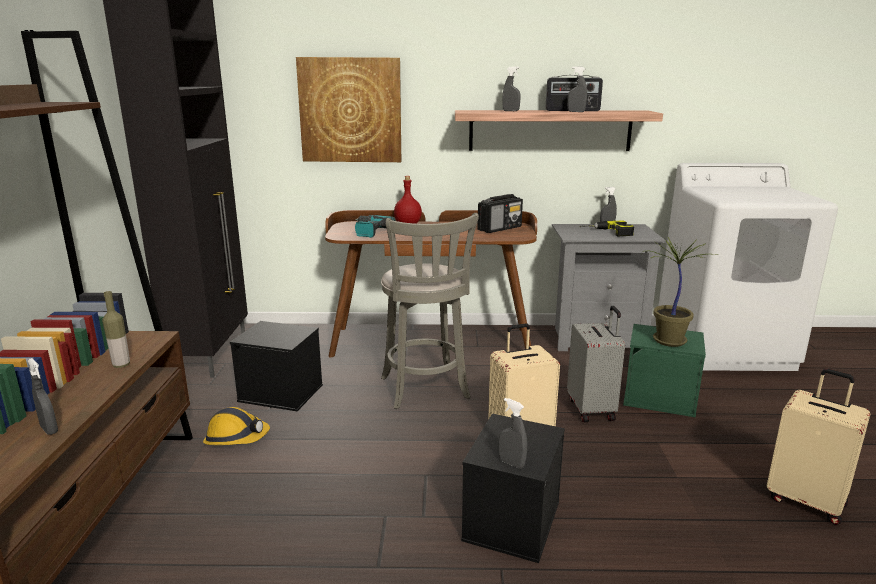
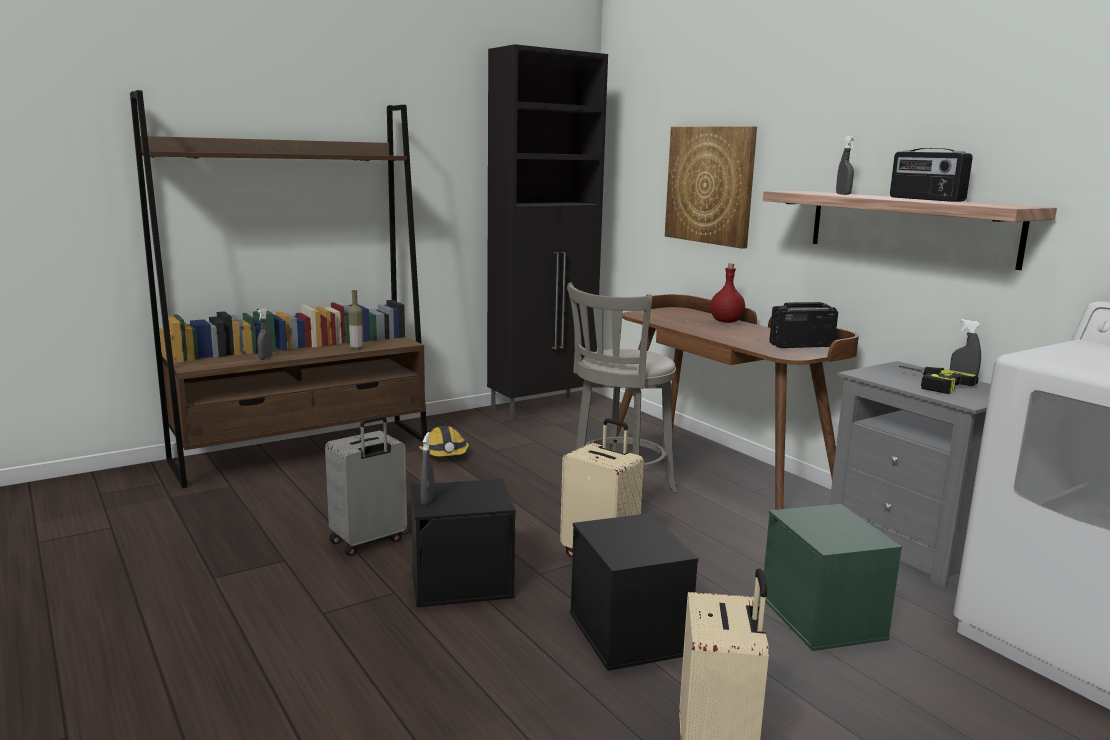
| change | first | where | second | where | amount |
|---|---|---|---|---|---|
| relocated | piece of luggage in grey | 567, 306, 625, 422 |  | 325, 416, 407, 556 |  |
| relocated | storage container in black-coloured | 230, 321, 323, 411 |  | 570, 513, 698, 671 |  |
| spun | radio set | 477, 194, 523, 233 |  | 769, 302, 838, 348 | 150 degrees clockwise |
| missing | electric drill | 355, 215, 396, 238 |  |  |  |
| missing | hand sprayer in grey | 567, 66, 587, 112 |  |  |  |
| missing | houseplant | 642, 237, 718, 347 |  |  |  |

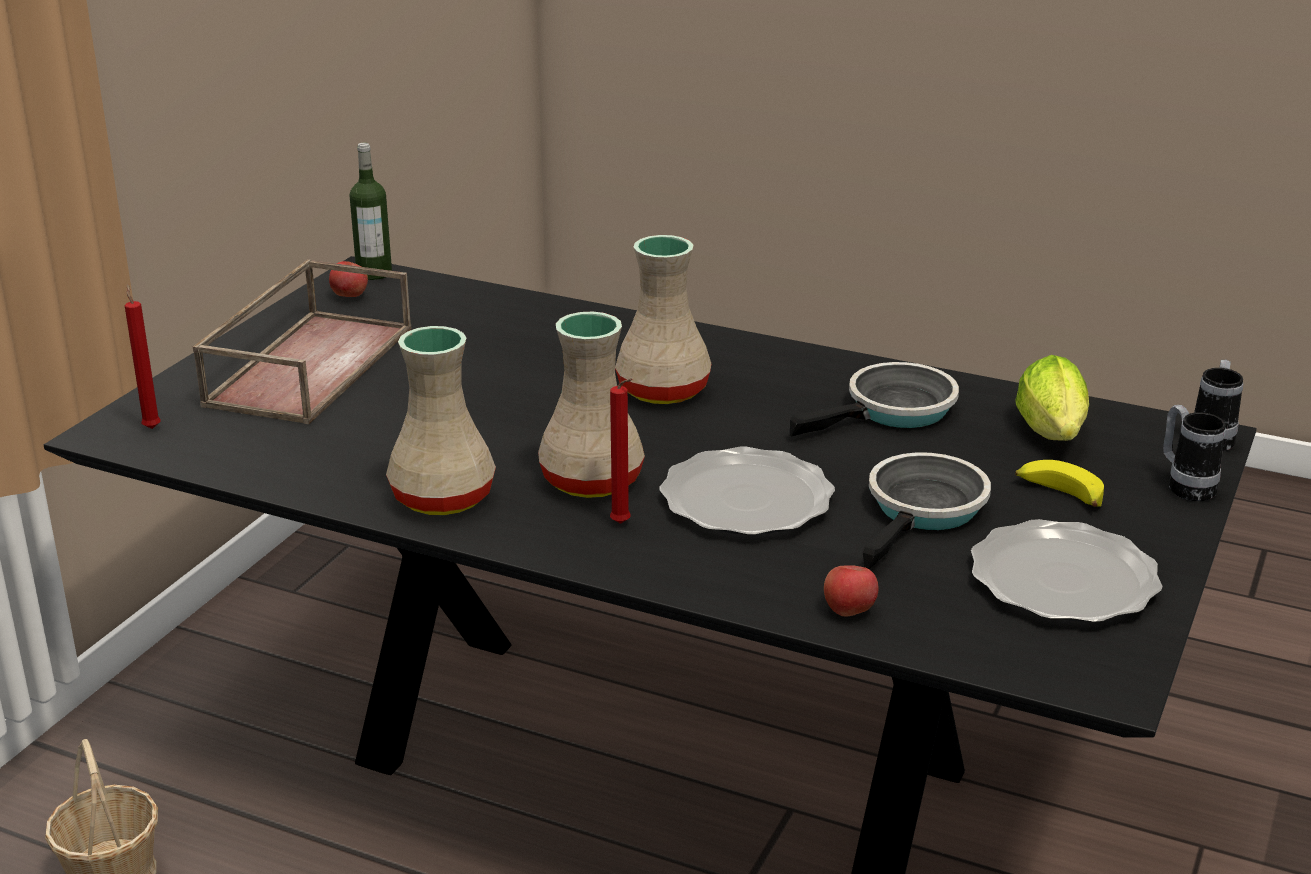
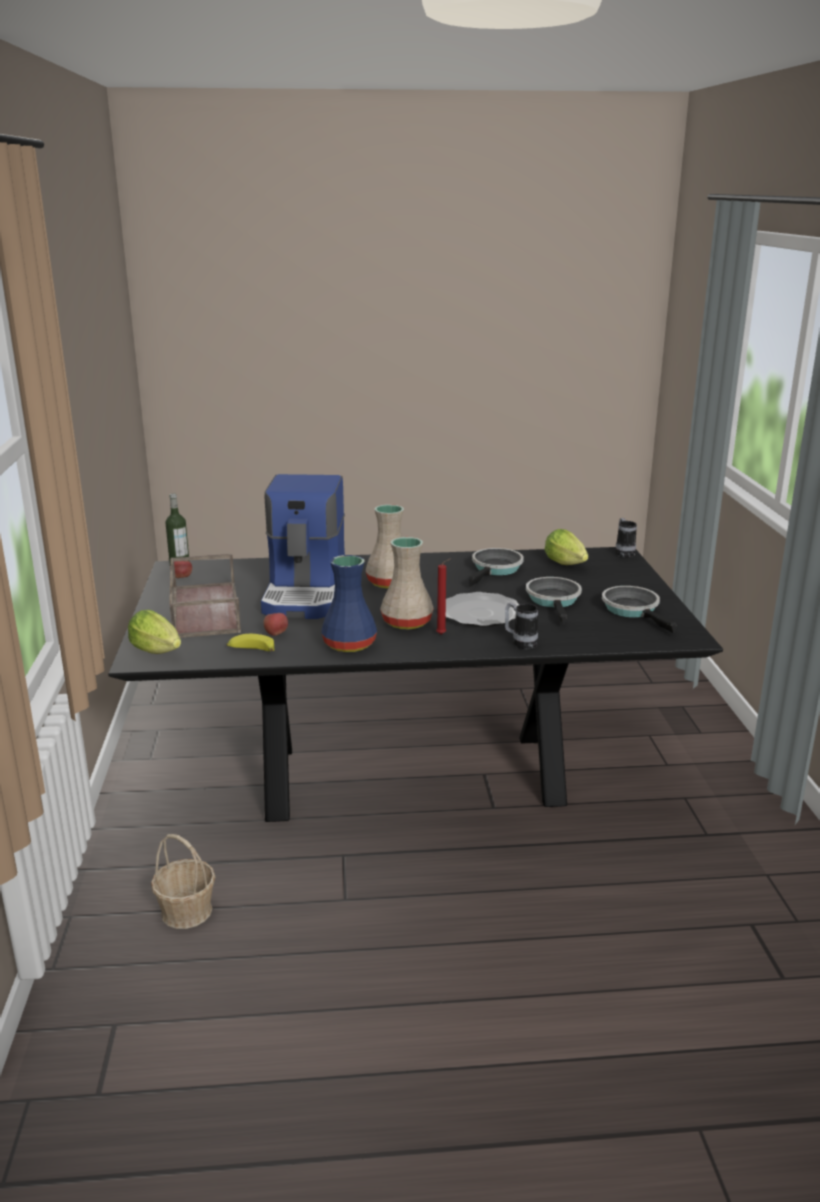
| change | first | where | second | where | amount |
|---|---|---|---|---|---|
| exchanged | wax light in reddish | 125, 284, 161, 429 | head of lettuce | 128, 610, 181, 654 |  |
| relocated | banana fruit | 1015, 460, 1104, 507 |  | 226, 634, 274, 651 |  |
| appeared |  |  | coffee brewer | 261, 474, 345, 619 |  |
| relocated | apple | 824, 565, 878, 617 |  | 263, 613, 288, 636 |  |
| colour | vase in beige | 386, 326, 496, 515 | vase in blue-coloured | 322, 555, 377, 652 |  |
| relocated | coffee mug | 1163, 405, 1226, 501 |  | 505, 602, 538, 649 |  |
| exchanged | plate | 971, 519, 1163, 622 | pan | 602, 586, 676, 633 |  |

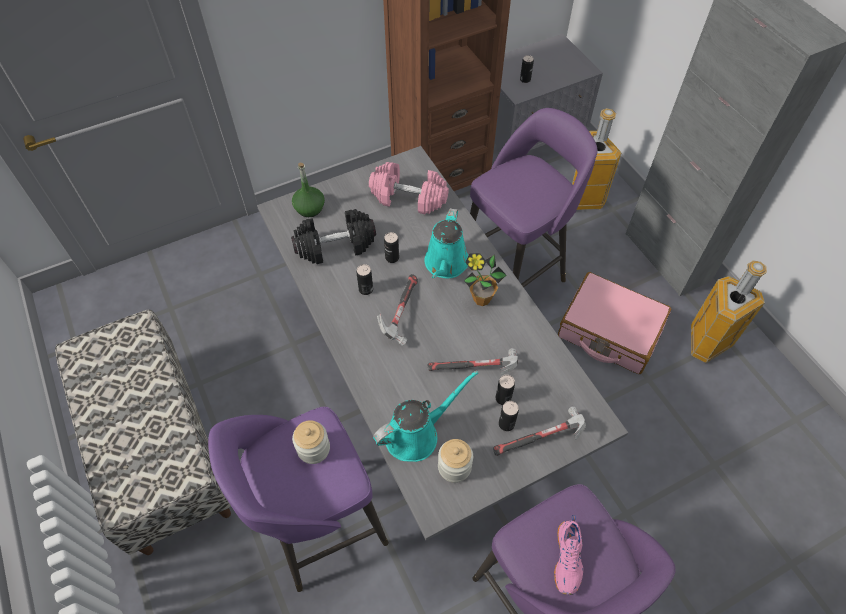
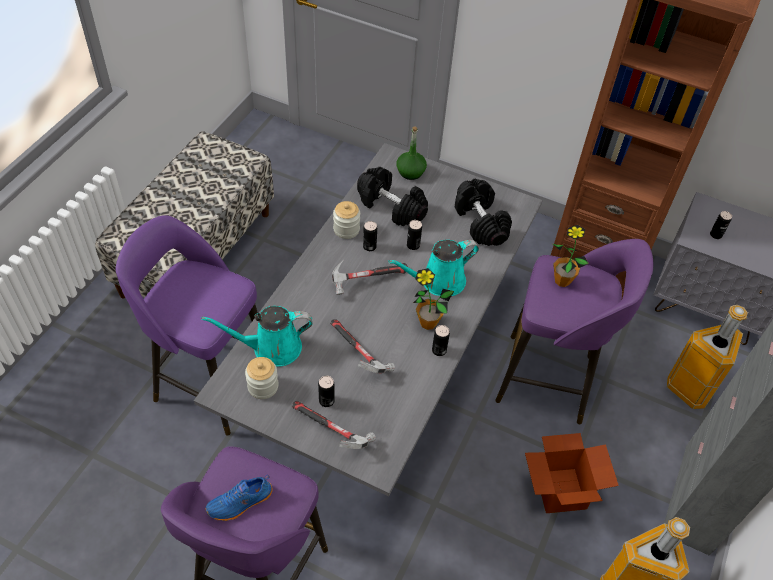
| change | first | where | second | where | amount |
|---|---|---|---|---|---|
| spun | watering pot in turquoise | 373, 370, 478, 462 |  | 201, 306, 312, 367 | 150 degrees clockwise |
| colour | shoe in pink | 554, 515, 583, 595 | shoe in blue-coloured | 205, 475, 273, 521 |  |
| relocated | storage jar | 292, 420, 330, 464 |  | 333, 201, 360, 239 |  |
| relocated | metal can | 496, 375, 515, 405 |  | 432, 325, 450, 356 |  |
| colour | hand weight in pink | 369, 162, 449, 214 | hand weight in black-coloured | 455, 179, 512, 246 |  |
| exchanged | piece of luggage in pink | 558, 272, 671, 374 | cardboard box | 525, 433, 619, 513 |  |
| appeared |  |  | houseplant | 553, 225, 589, 287 |  |

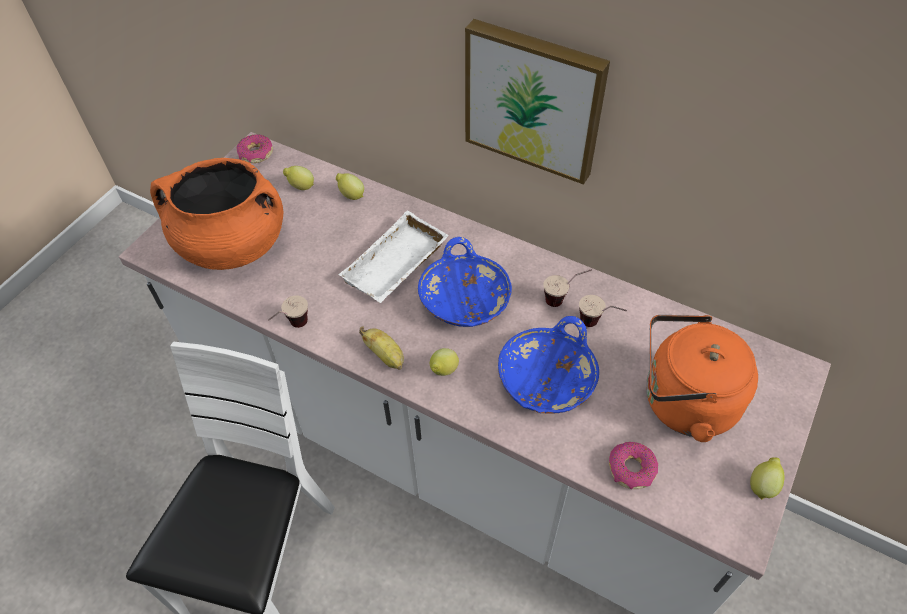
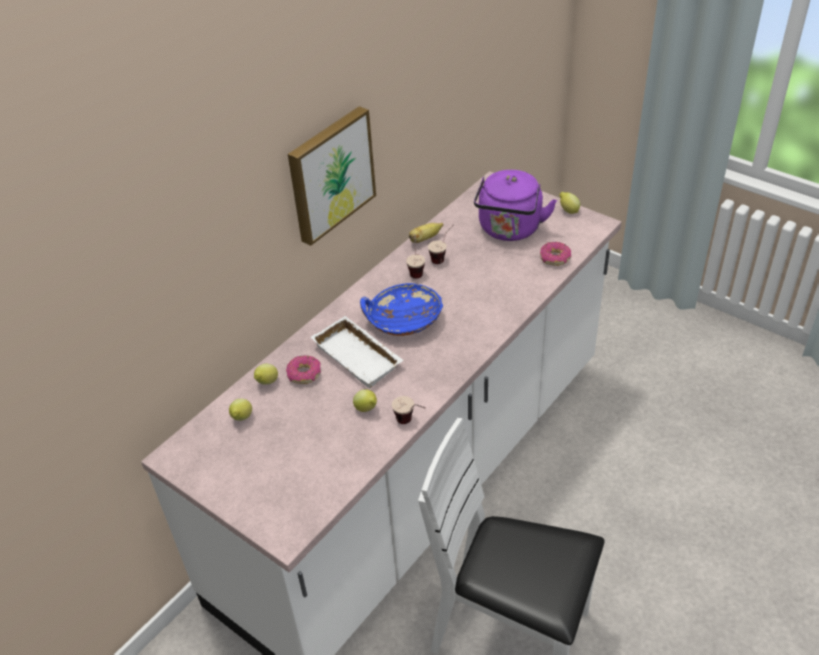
| change | first | where | second | where | amount |
|---|---|---|---|---|---|
| relocated | ring doughnut | 237, 134, 273, 163 |  | 286, 355, 321, 384 |  |
| relocated | lemon | 430, 348, 459, 376 |  | 353, 389, 377, 412 |  |
| relocated | banana fruit | 359, 326, 404, 370 |  | 409, 223, 443, 243 |  |
| colour | kettle in orangey | 646, 315, 758, 442 | kettle in purple | 474, 170, 557, 241 |  |
| missing | saucepot in orangey | 150, 158, 283, 270 |  |  |  |
| missing | serving bowl in blue-coloured | 498, 316, 599, 414 |  |  |  |

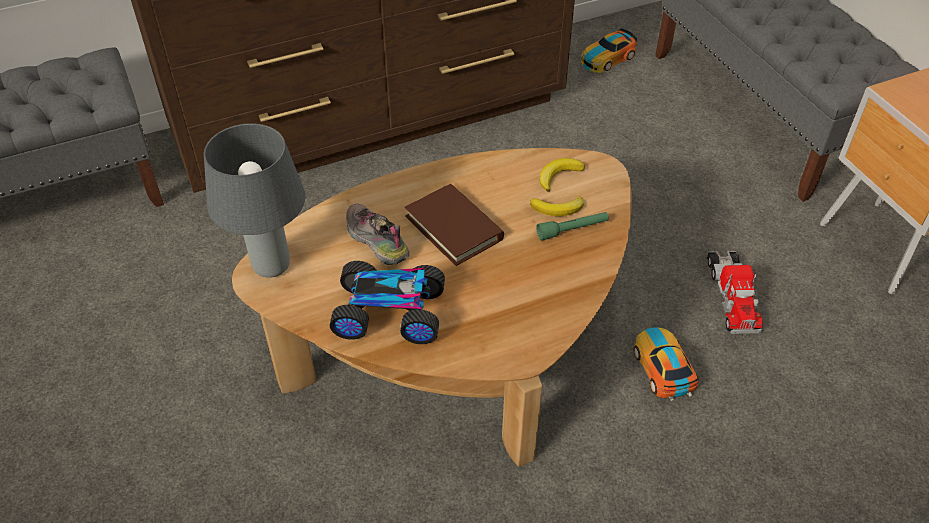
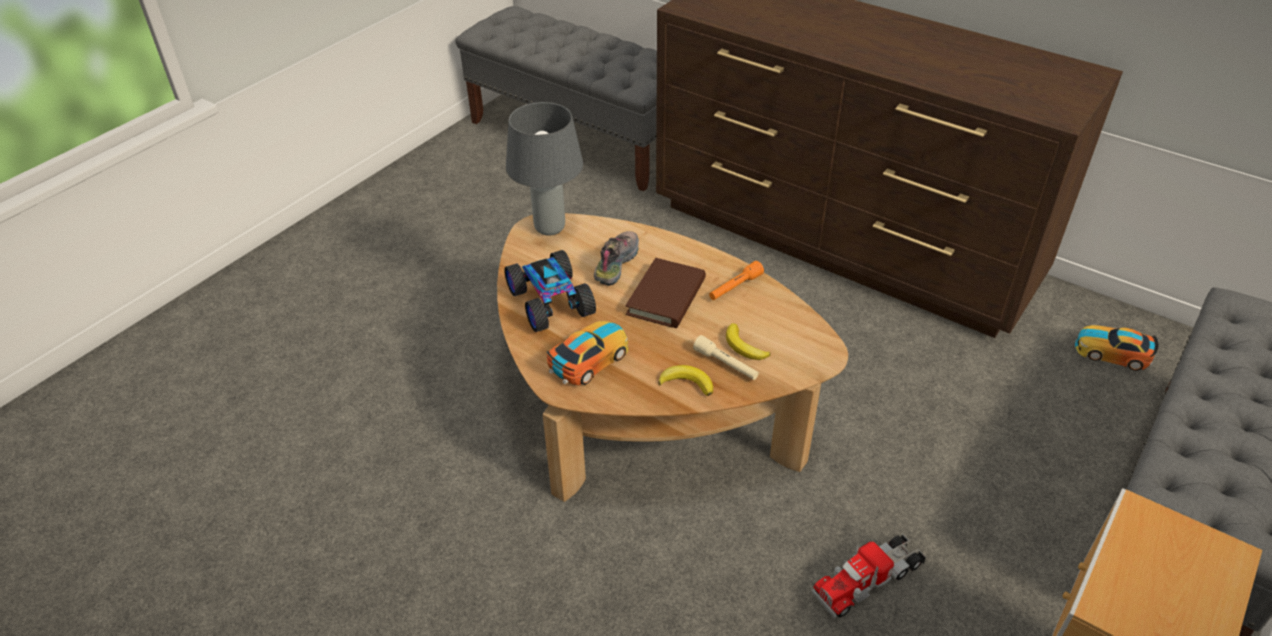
| change | first | where | second | where | amount |
|---|---|---|---|---|---|
| relocated | model car | 633, 327, 698, 401 |  | 547, 321, 629, 386 |  |
| relocated | banana fruit | 539, 158, 585, 192 |  | 658, 365, 713, 396 |  |
| colour | torch in green | 536, 212, 608, 241 | torch in beige | 693, 335, 759, 380 |  |
| appeared |  |  | torch in orangey | 709, 261, 764, 300 |  |

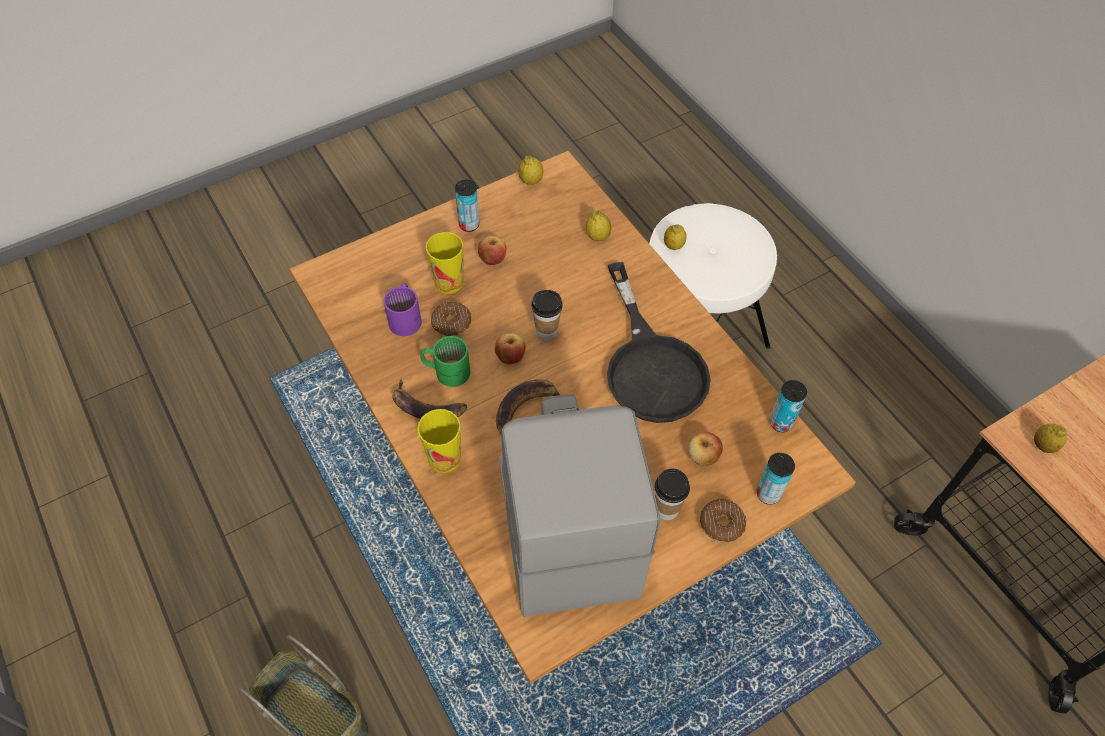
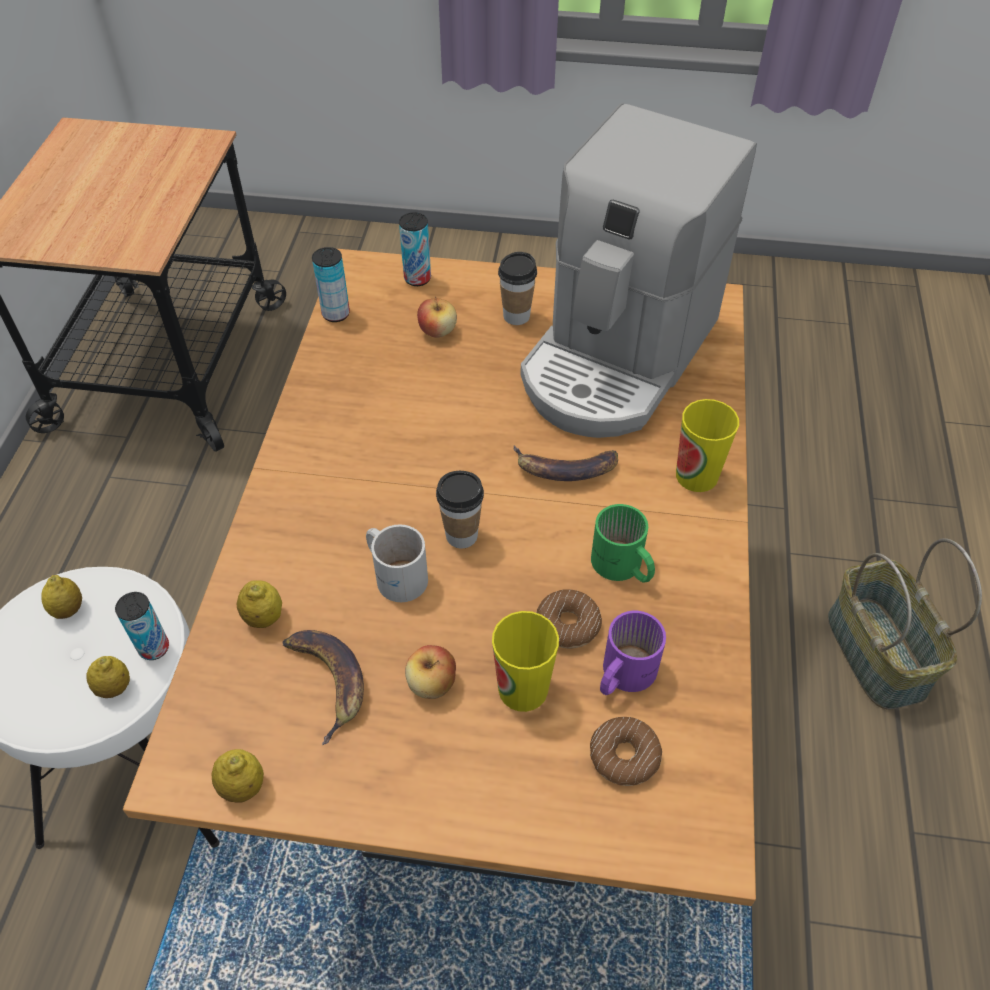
| change | first | where | second | where | amount |
|---|---|---|---|---|---|
| relocated | lemon | 1034, 424, 1067, 453 |  | 41, 575, 82, 619 |  |
| relocated | metal can | 455, 180, 480, 232 |  | 115, 592, 169, 660 |  |
| relocated | banana fruit | 392, 378, 467, 419 |  | 283, 630, 364, 745 |  |
| appeared |  |  | coffee mug in whitish | 366, 524, 428, 602 |  |
| relocated | ring doughnut | 700, 499, 746, 543 |  | 590, 717, 662, 786 |  |
| missing | apple | 495, 333, 526, 364 |  |  |  |
| missing | pan in black-coloured | 607, 262, 711, 423 |  |  |  |

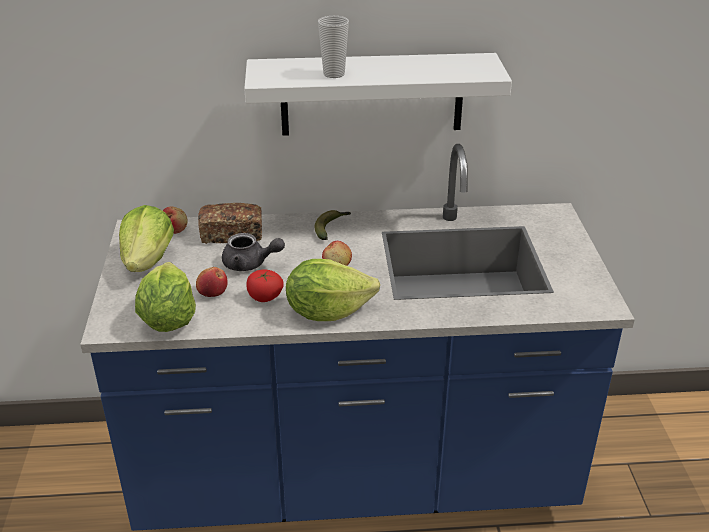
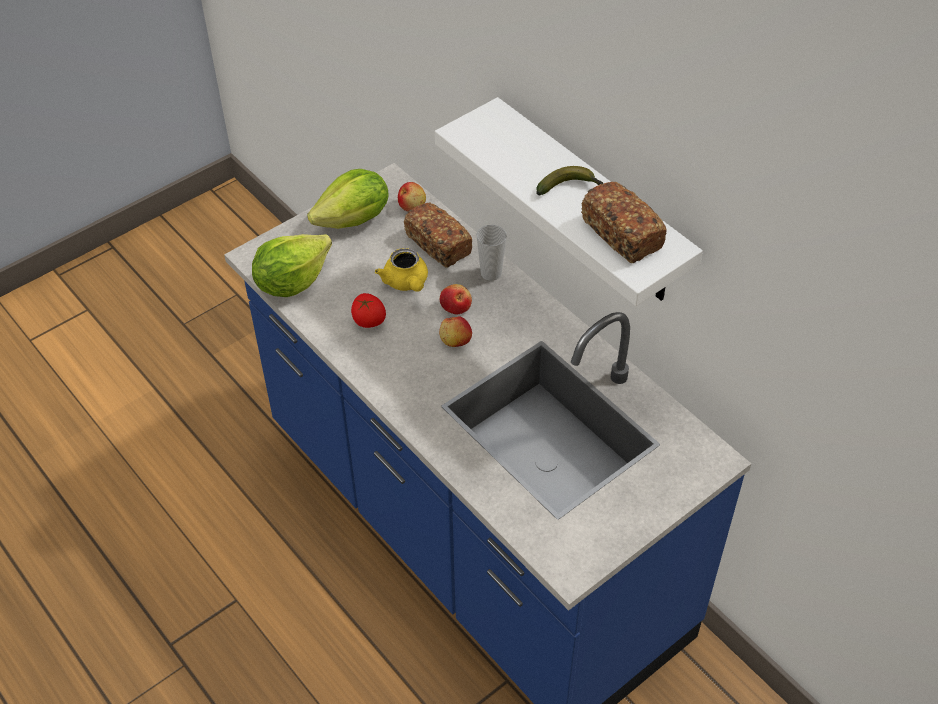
| change | first | where | second | where | amount |
|---|---|---|---|---|---|
| colour | tea pot in grey | 222, 233, 285, 271 | tea pot in yellow | 375, 248, 428, 292 |  |
| relocated | apple | 196, 267, 228, 297 |  | 440, 284, 472, 314 |  |
| relocated | drinking cup | 318, 16, 349, 78 |  | 476, 225, 507, 281 |  |
| relocated | banana fruit | 315, 210, 351, 240 |  | 536, 166, 603, 195 |  |
| appeared |  |  | bread | 581, 182, 667, 263 |  |
| missing | head of lettuce | 286, 259, 380, 321 |  |  |  |

